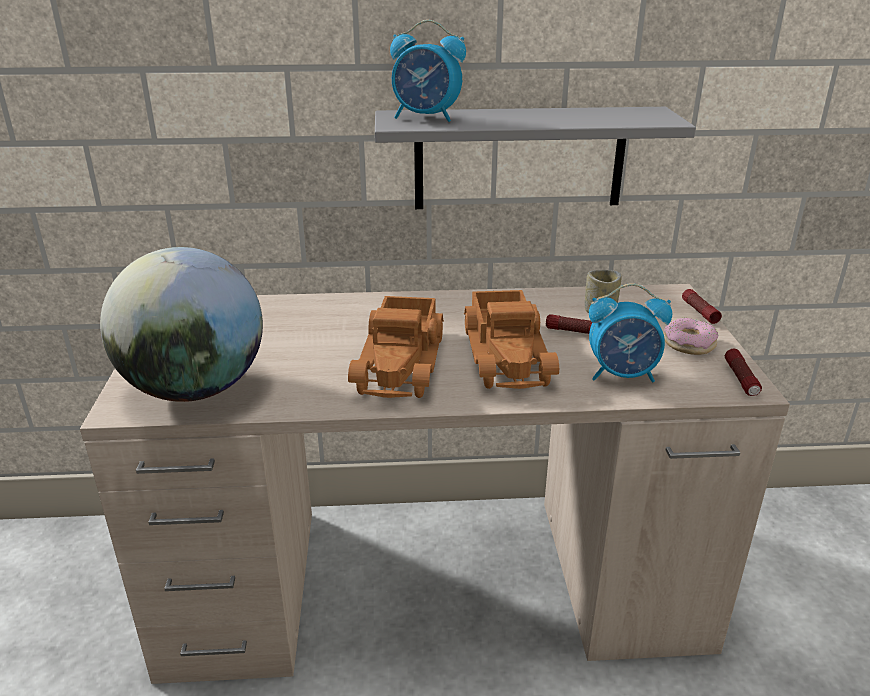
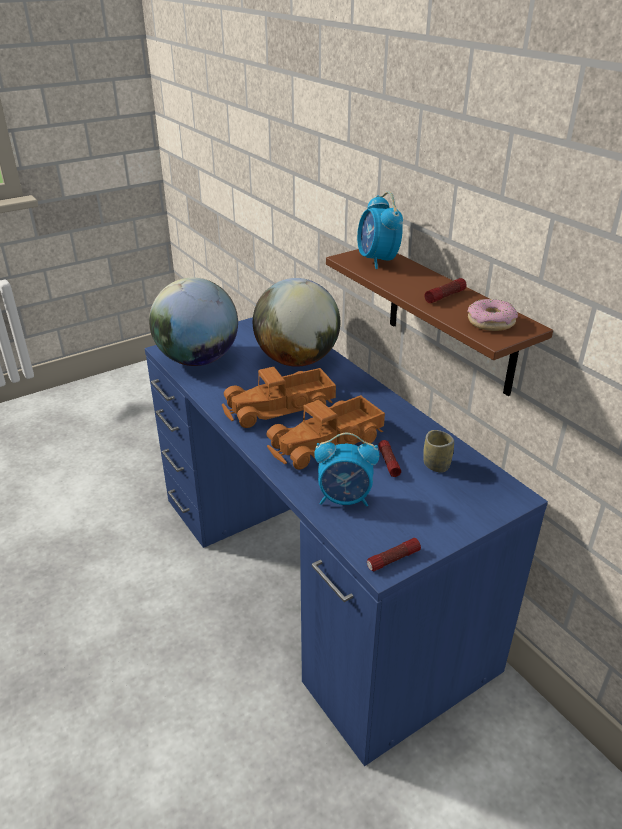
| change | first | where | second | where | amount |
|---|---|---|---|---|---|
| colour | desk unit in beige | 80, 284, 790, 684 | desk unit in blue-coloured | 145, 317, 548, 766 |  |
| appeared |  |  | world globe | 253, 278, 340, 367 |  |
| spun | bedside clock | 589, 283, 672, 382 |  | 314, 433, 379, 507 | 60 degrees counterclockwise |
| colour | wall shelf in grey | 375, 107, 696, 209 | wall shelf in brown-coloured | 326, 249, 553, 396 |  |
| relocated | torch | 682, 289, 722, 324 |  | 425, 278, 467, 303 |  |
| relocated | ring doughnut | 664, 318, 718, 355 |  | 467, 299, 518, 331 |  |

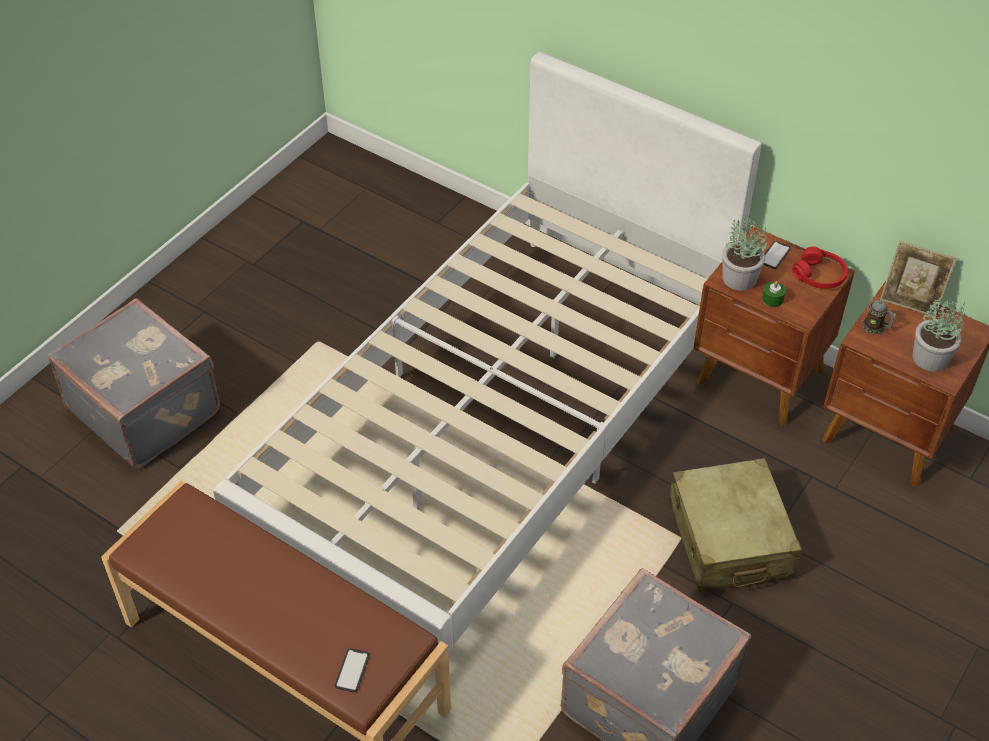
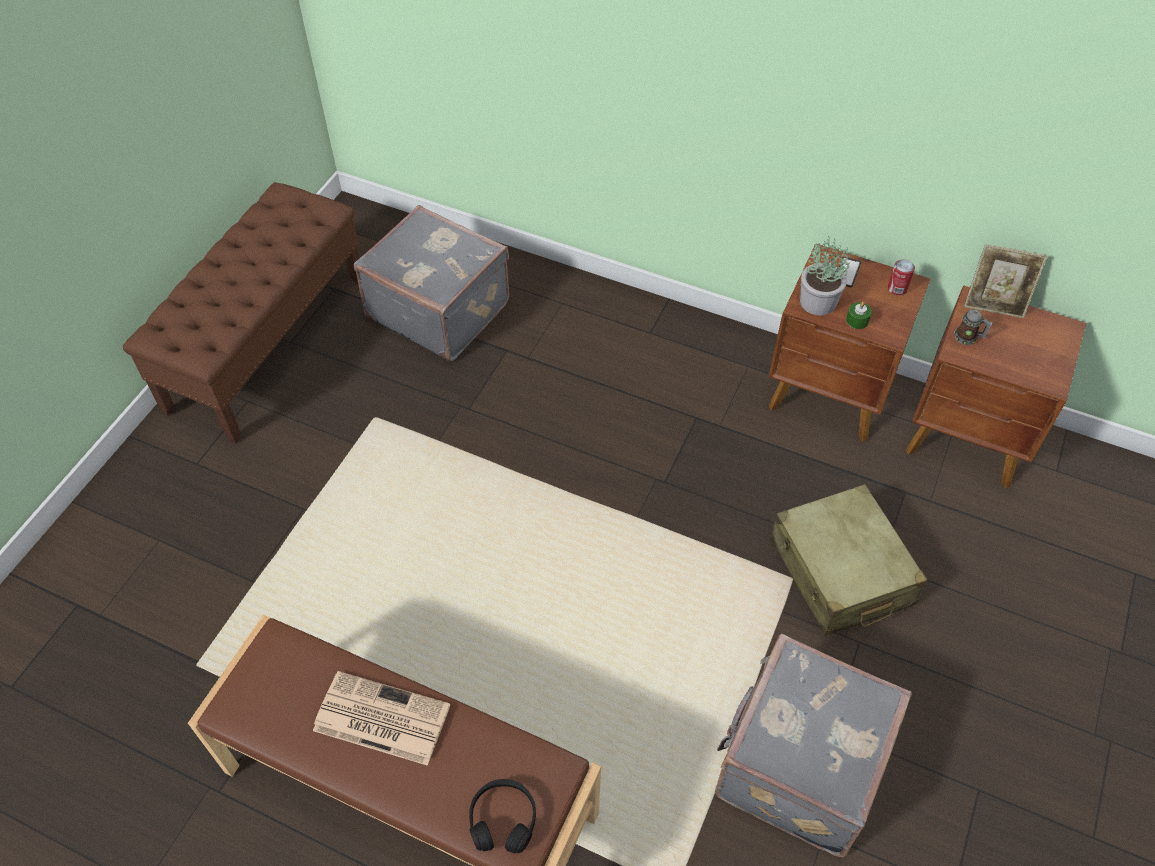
| change | first | where | second | where | amount |
|---|---|---|---|---|---|
| appeared |  |  | long seat in brown-coloured | 123, 182, 359, 443 |  |
| appeared |  |  | daily paper | 313, 671, 450, 766 |  |
| relocated | piece of luggage in grey | 48, 298, 220, 469 |  | 354, 205, 509, 361 |  |
| exchanged | handset | 335, 648, 369, 692 | headphones in black-coloured | 469, 779, 536, 854 |  |
| exchanged | headphones in reddish | 792, 247, 848, 289 | metal can | 888, 260, 915, 295 |  |
| missing | bed in whitish | 213, 52, 762, 674 |  |  |  |
| missing | houseplant | 912, 298, 965, 372 |  |  |  |

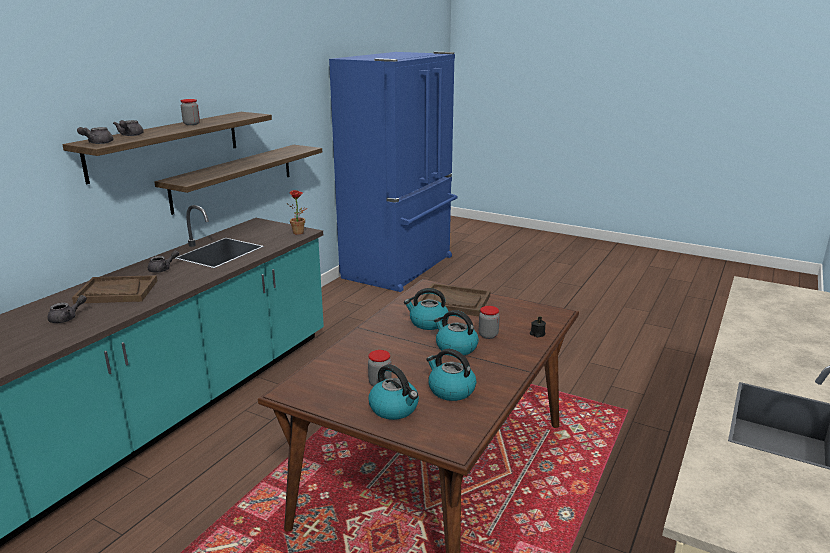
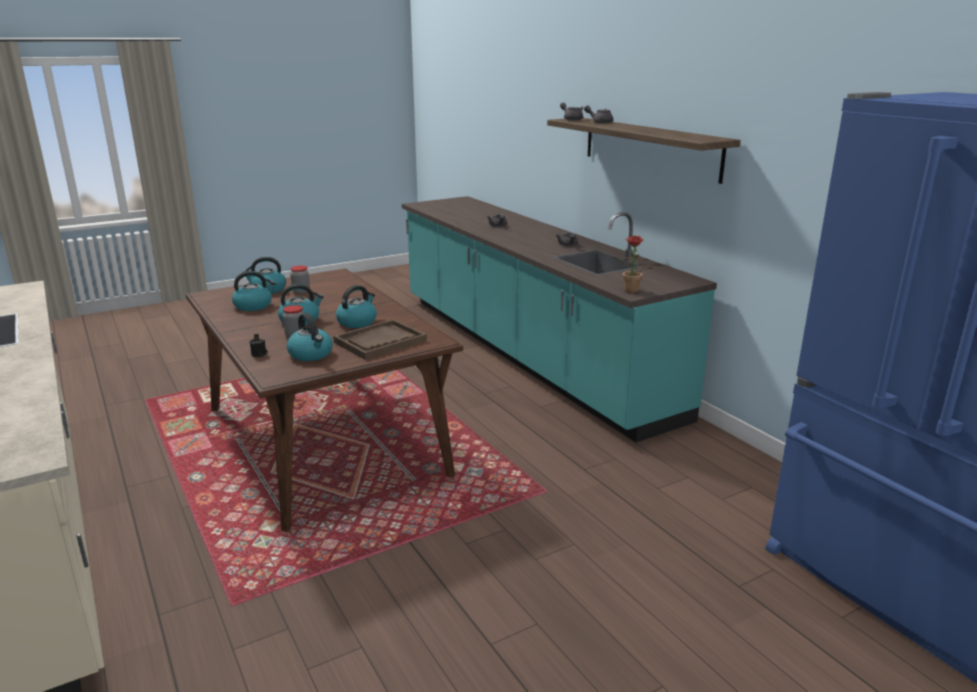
| change | first | where | second | where | amount |
|---|---|---|---|---|---|
| appeared |  |  | kettle | 287, 313, 333, 361 |  |
| missing | serving tray in brown-coloured | 72, 275, 157, 304 |  |  |  |
| missing | wall shelf | 154, 145, 322, 215 |  |  |  |
| missing | storage jar | 181, 99, 200, 125 |  |  |  |

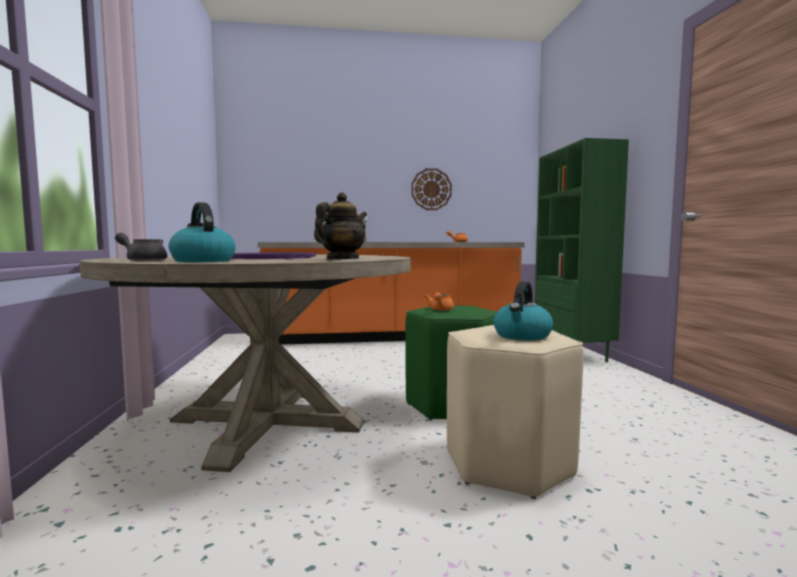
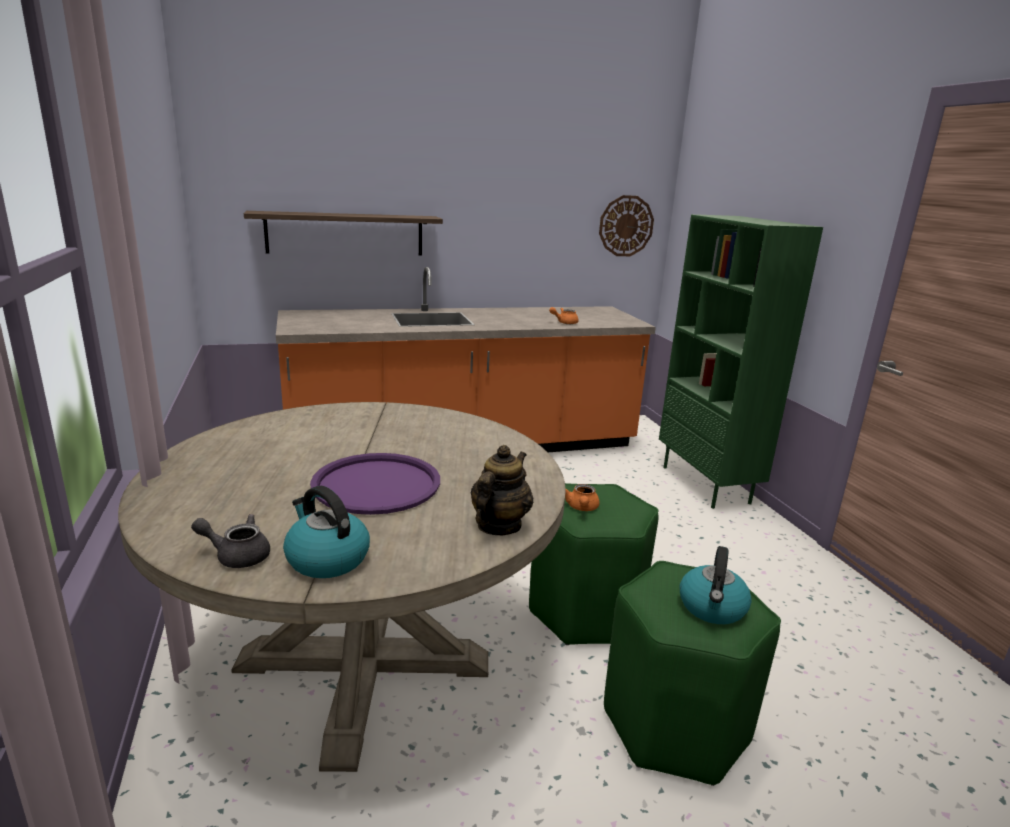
| change | first | where | second | where | amount |
|---|---|---|---|---|---|
| appeared |  |  | wall shelf | 244, 211, 443, 255 |  |
| relocated | wall clock | 411, 168, 452, 210 |  | 599, 195, 654, 256 |  |
| colour | sitting stool in beige | 447, 325, 584, 499 | sitting stool in green | 604, 561, 781, 786 |  |

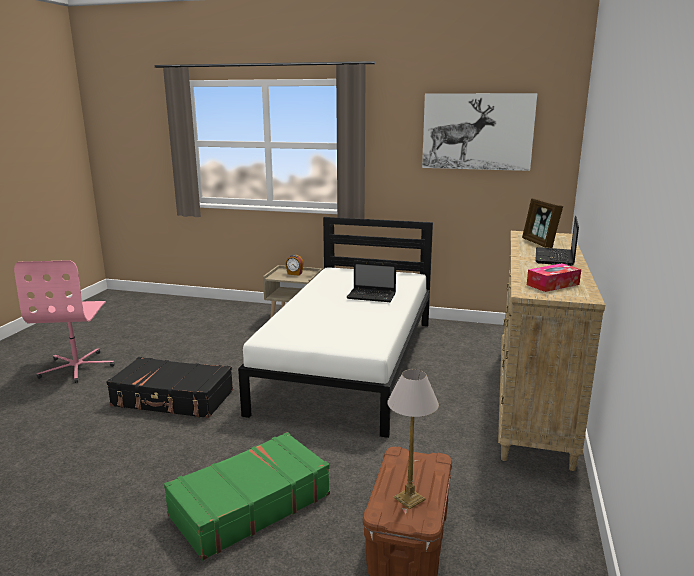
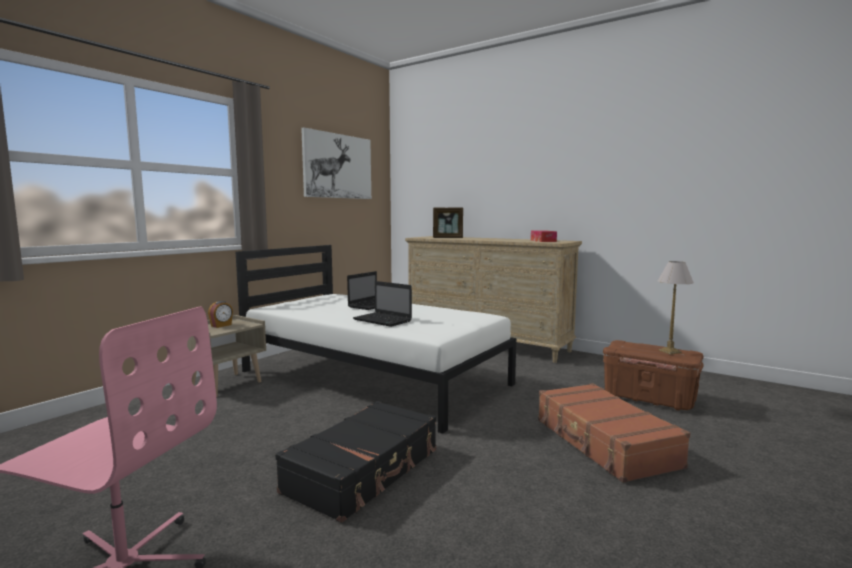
| change | first | where | second | where | amount |
|---|---|---|---|---|---|
| relocated | laptop | 535, 216, 579, 266 |  | 353, 281, 412, 327 |  |
| colour | piece of luggage in green | 164, 432, 330, 560 | piece of luggage in brown-coloured | 538, 383, 691, 483 |  |

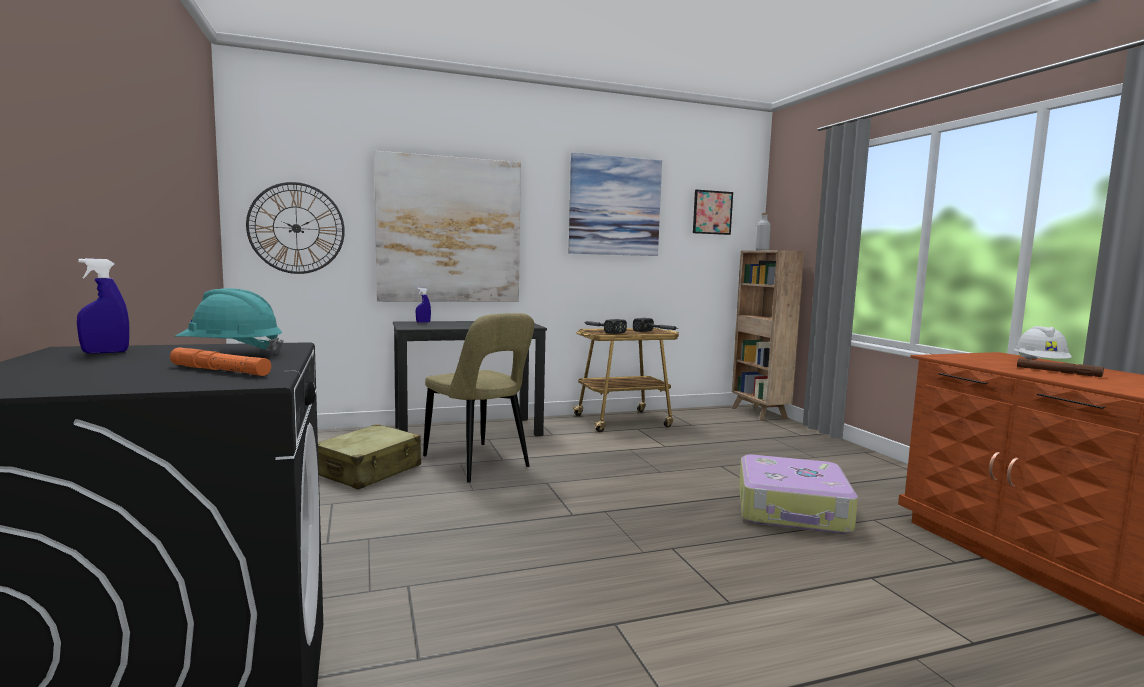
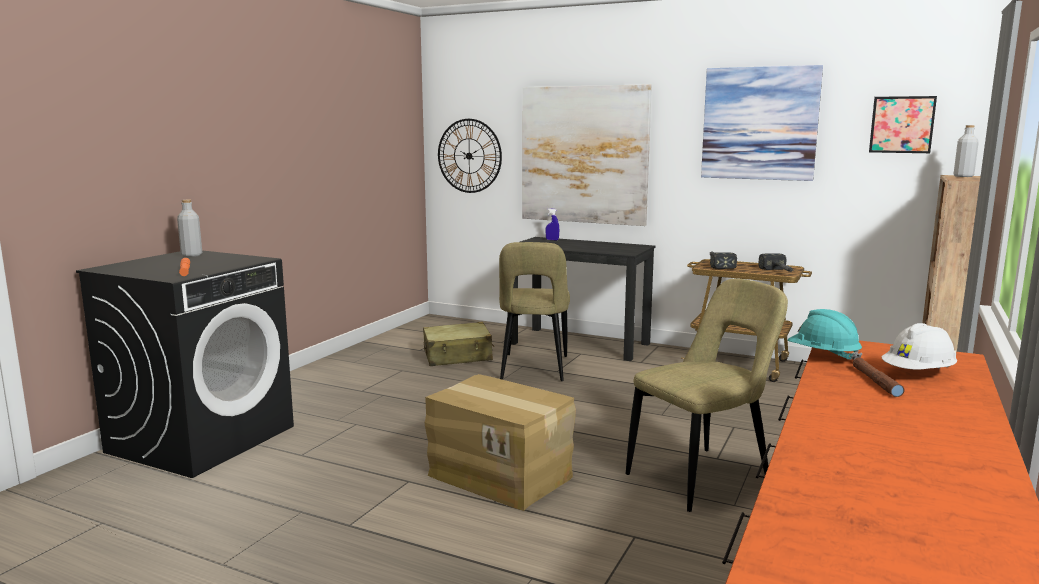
| change | first | where | second | where | amount |
|---|---|---|---|---|---|
| exchanged | hand sprayer in blue-coloured | 77, 258, 130, 354 | drink bottle in grey | 177, 200, 202, 257 |  |
| appeared |  |  | cardboard box | 425, 374, 576, 511 |  |
| exchanged | piece of luggage | 739, 455, 858, 534 | plain chair in beige | 626, 279, 788, 512 |  |
| relocated | work helmet in turquoise | 175, 288, 284, 354 |  | 788, 309, 863, 360 |  |

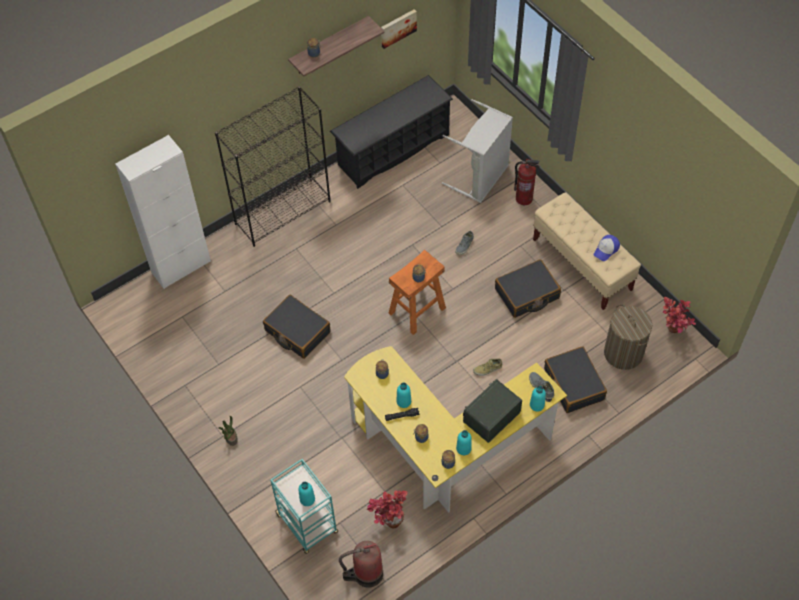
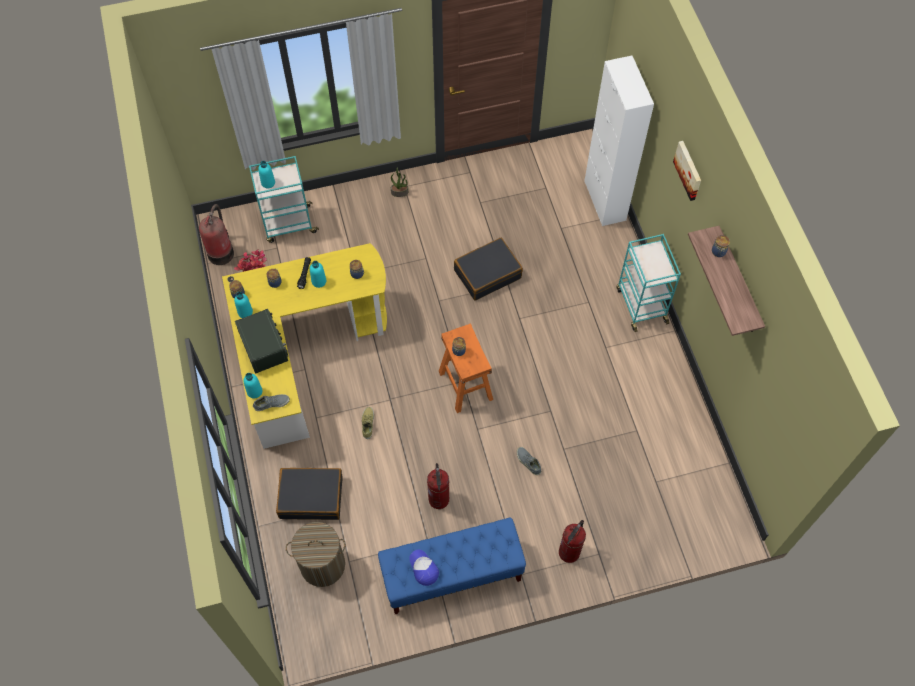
| change | first | where | second | where | amount |
|---|---|---|---|---|---|
| colour | long seat in beige | 533, 192, 641, 310 | long seat in blue-coloured | 378, 518, 526, 614 |  |
| exchanged | piece of luggage in black-coloured | 495, 259, 561, 318 | fire-fighting cylinder | 427, 463, 449, 509 |  |
| exchanged | bookshelf in black-coloured | 215, 86, 331, 247 | trolley in turquoise | 617, 234, 681, 332 |  |
| relocated | wall art | 381, 9, 417, 49 |  | 673, 141, 701, 201 |  |
| missing | shoe rack in black-coloured | 330, 75, 453, 189 |  |  |  |
| missing | laundry basket in grey | 442, 99, 513, 203 |  |  |  |
| missing | houseplant | 663, 297, 696, 333 |  |  |  |

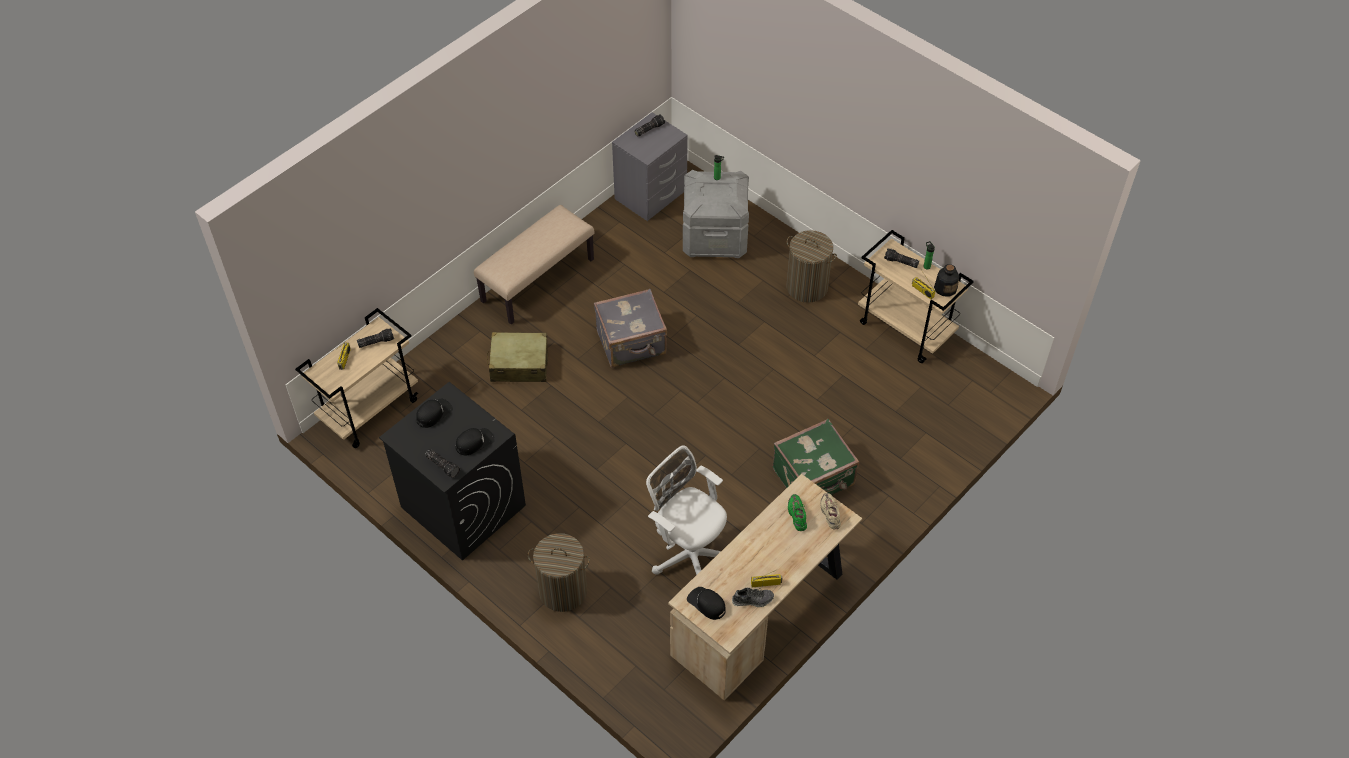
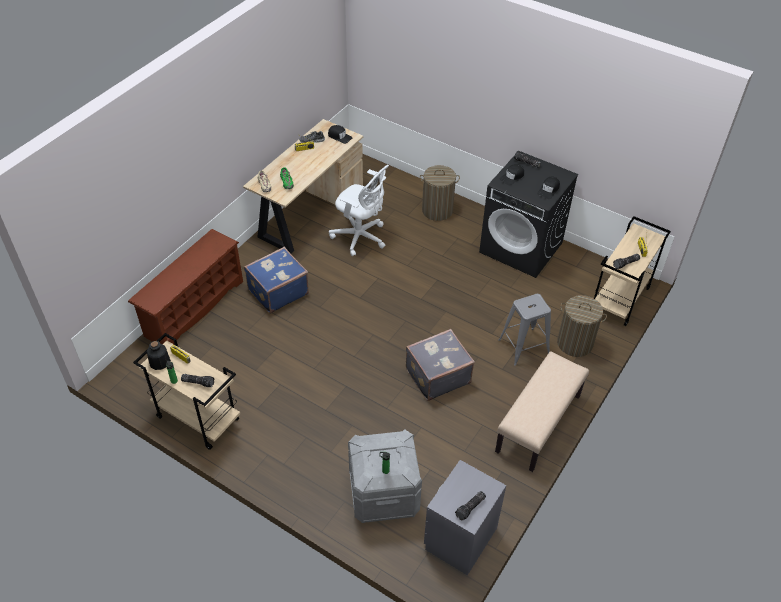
| change | first | where | second | where | amount |
|---|---|---|---|---|---|
| appeared |  |  | shoe rack in brown-coloured | 128, 229, 243, 345 |  |
| colour | piece of luggage in green | 773, 419, 859, 495 | piece of luggage in blue-coloured | 244, 247, 309, 314 |  |
| exchanged | piece of luggage in beige | 487, 332, 548, 382 | sitting stool in grey | 498, 294, 551, 366 |  |
| relocated | laundry basket | 786, 230, 837, 303 |  | 557, 295, 607, 357 |  |

